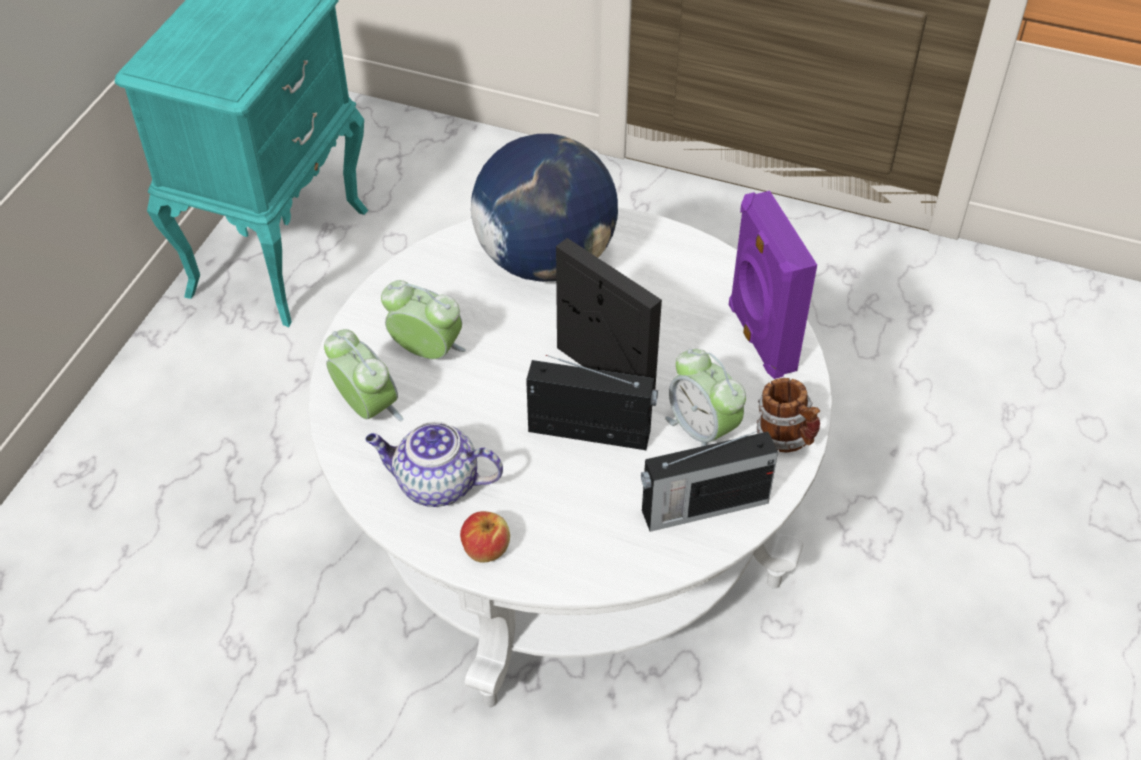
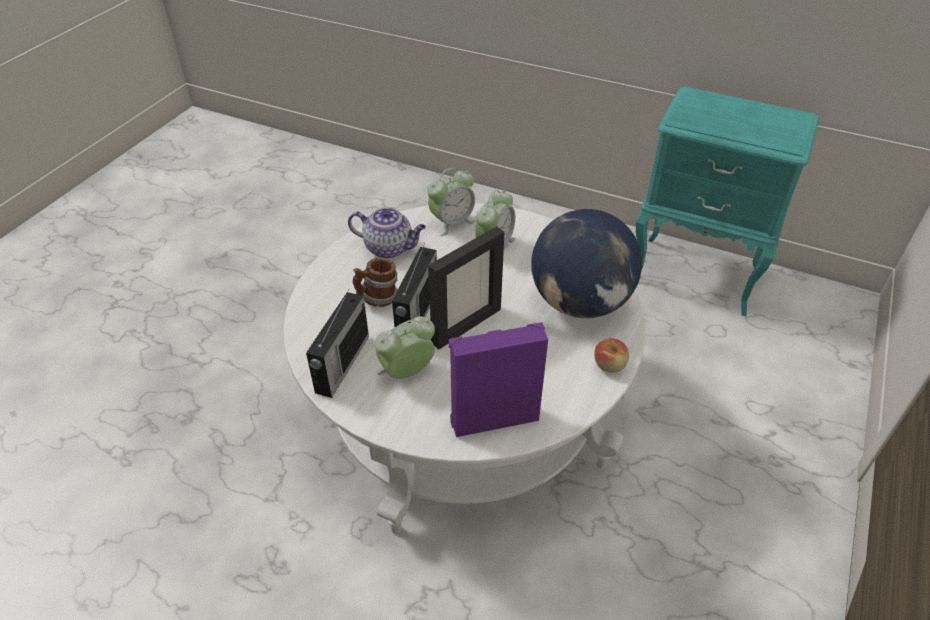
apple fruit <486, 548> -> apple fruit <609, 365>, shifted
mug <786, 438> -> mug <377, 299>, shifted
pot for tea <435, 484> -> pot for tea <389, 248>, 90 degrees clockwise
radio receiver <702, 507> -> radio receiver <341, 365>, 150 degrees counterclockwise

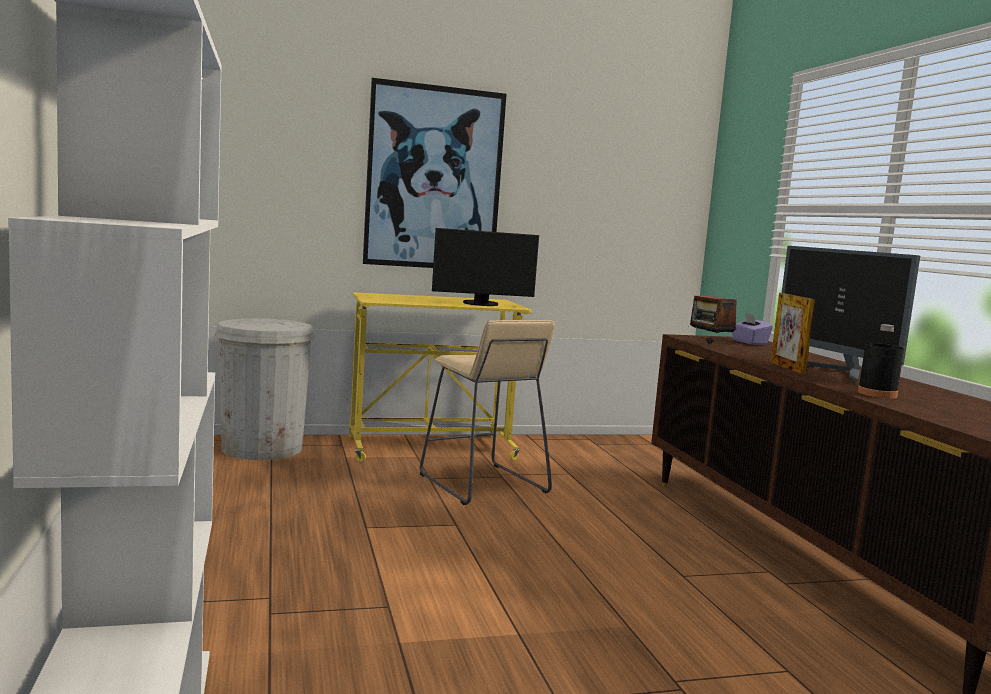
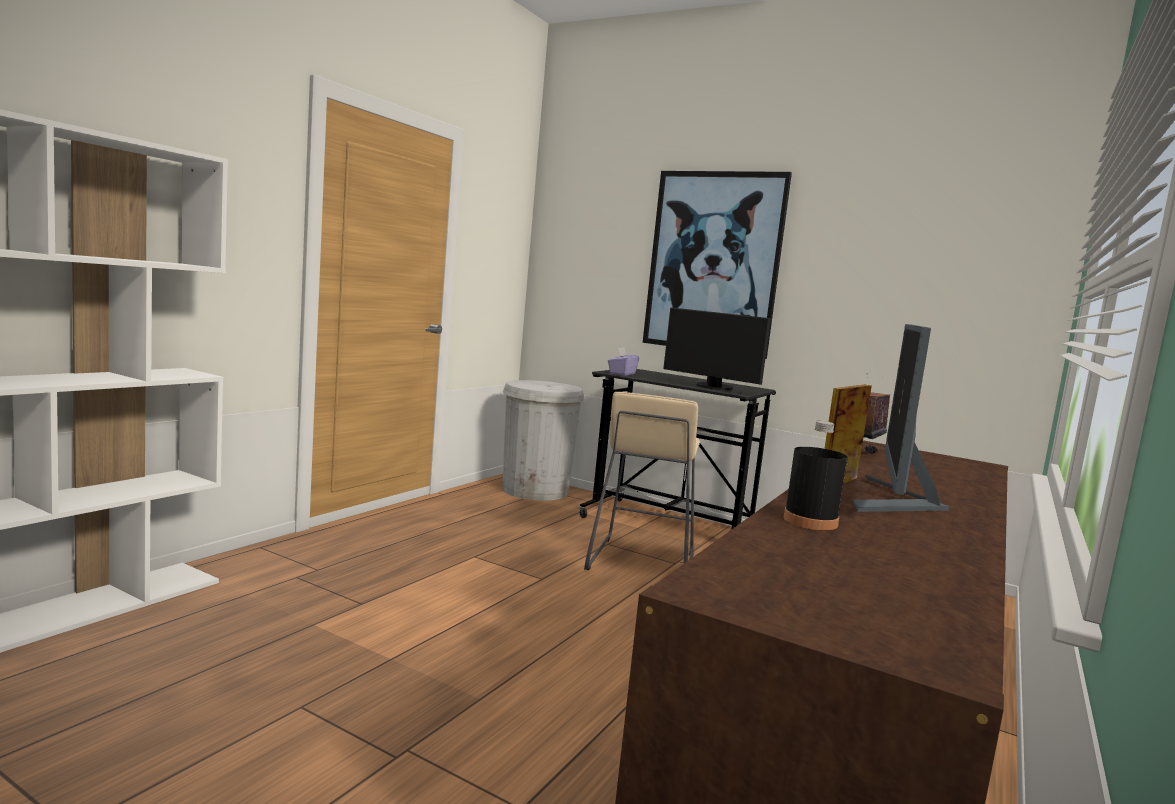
purple tissue box <748, 342> -> purple tissue box <621, 374>, shifted
yellowish desk table <431, 448> -> black desk table <667, 525>

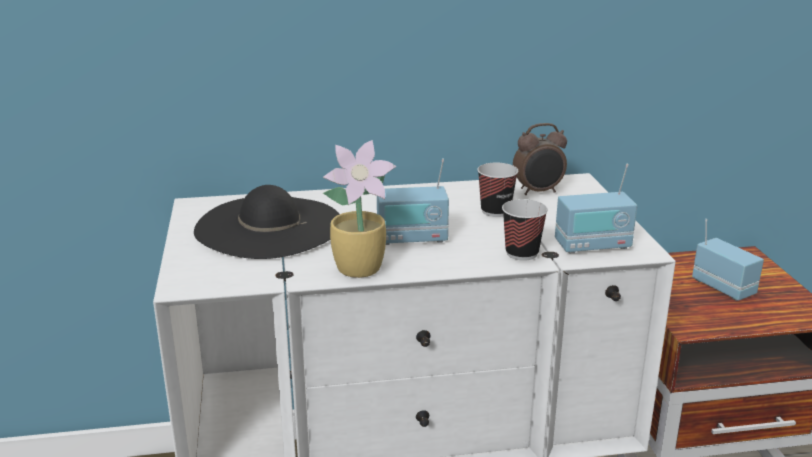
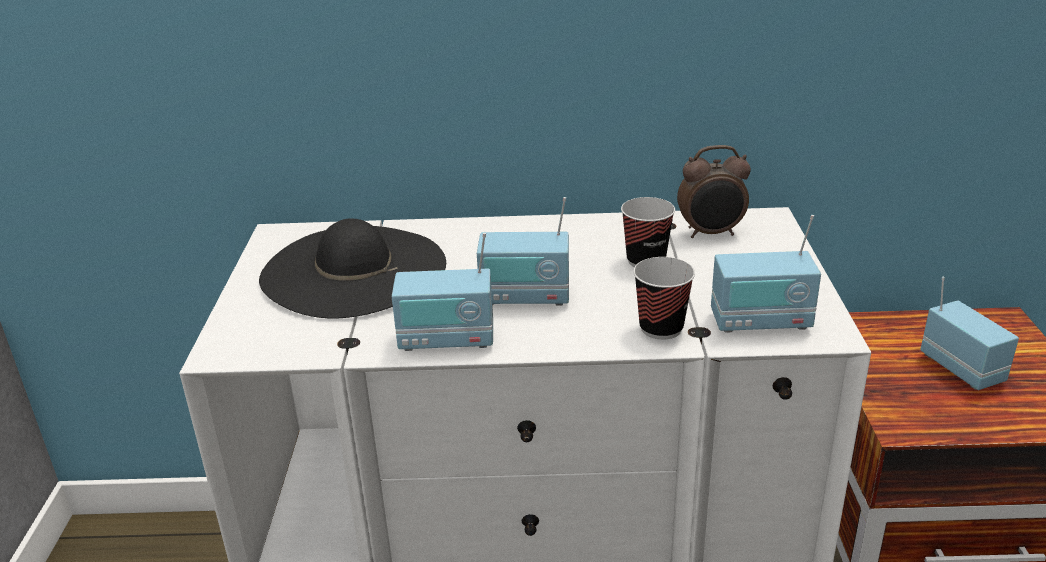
potted plant <361, 269> -> radio receiver <446, 340>

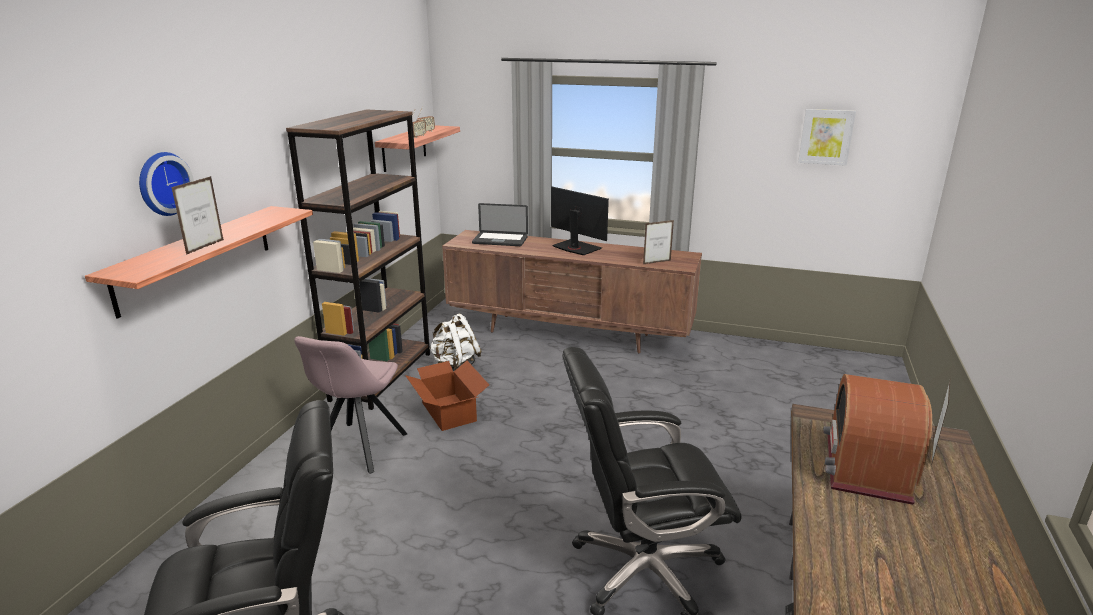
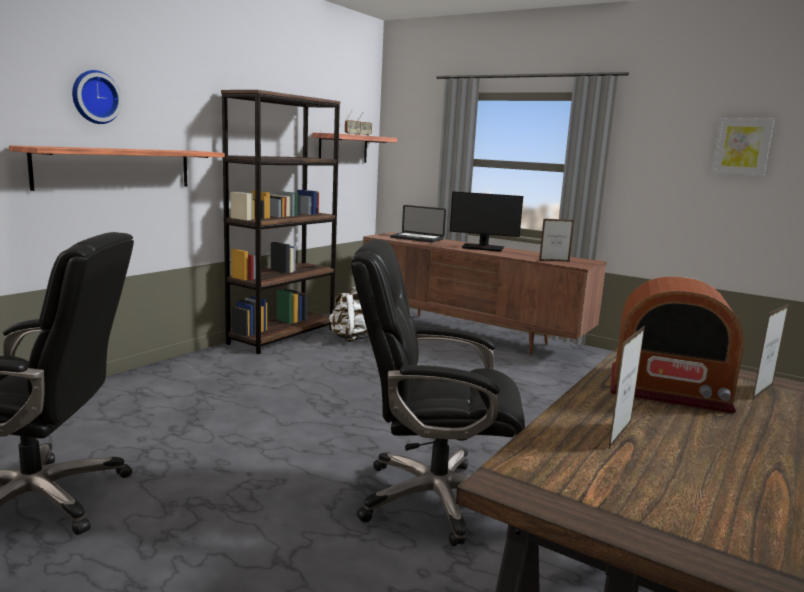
pinkish plain chair <359, 447> -> none
carton <448, 412> -> none
picture frame <205, 247> -> picture frame <620, 435>, shifted
monitor <576, 248> -> monitor <483, 248>, 135 degrees clockwise
radio receiver <865, 467> -> radio receiver <668, 389>, 105 degrees counterclockwise

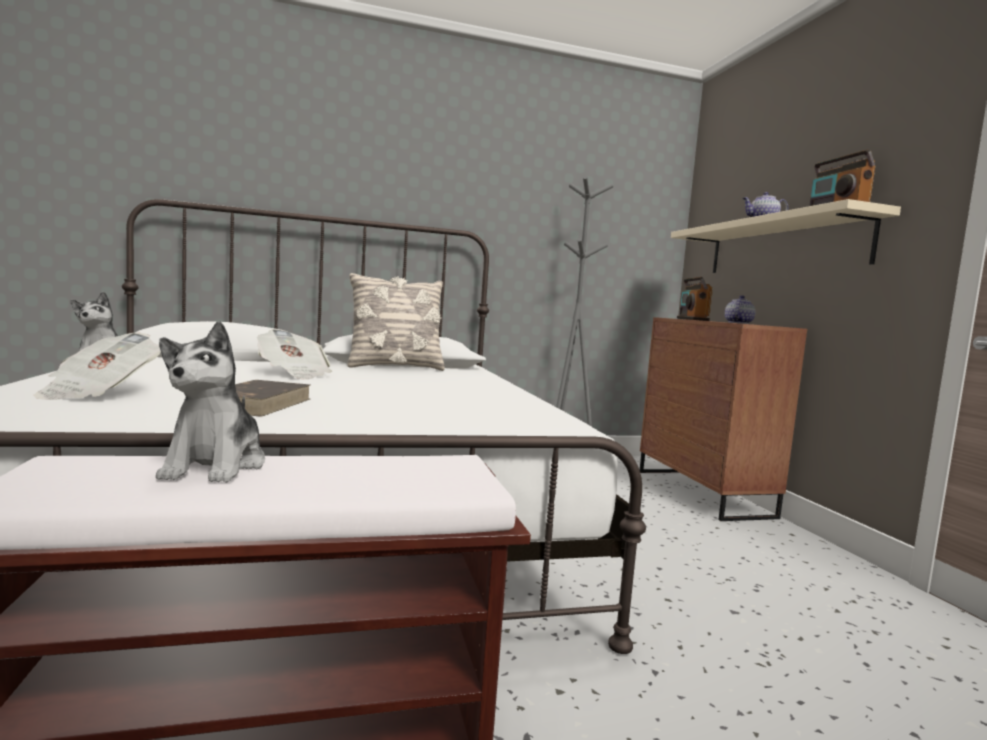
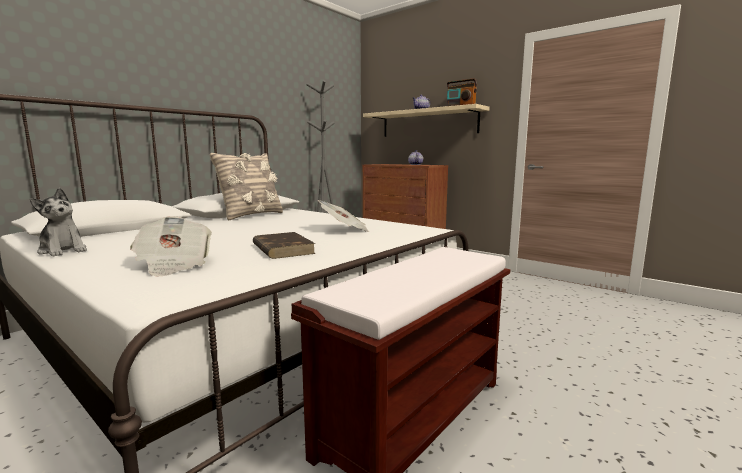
cuddly toy <216, 466> -> none
radio receiver <692, 319> -> none
daily paper <294, 374> -> daily paper <345, 230>, shifted

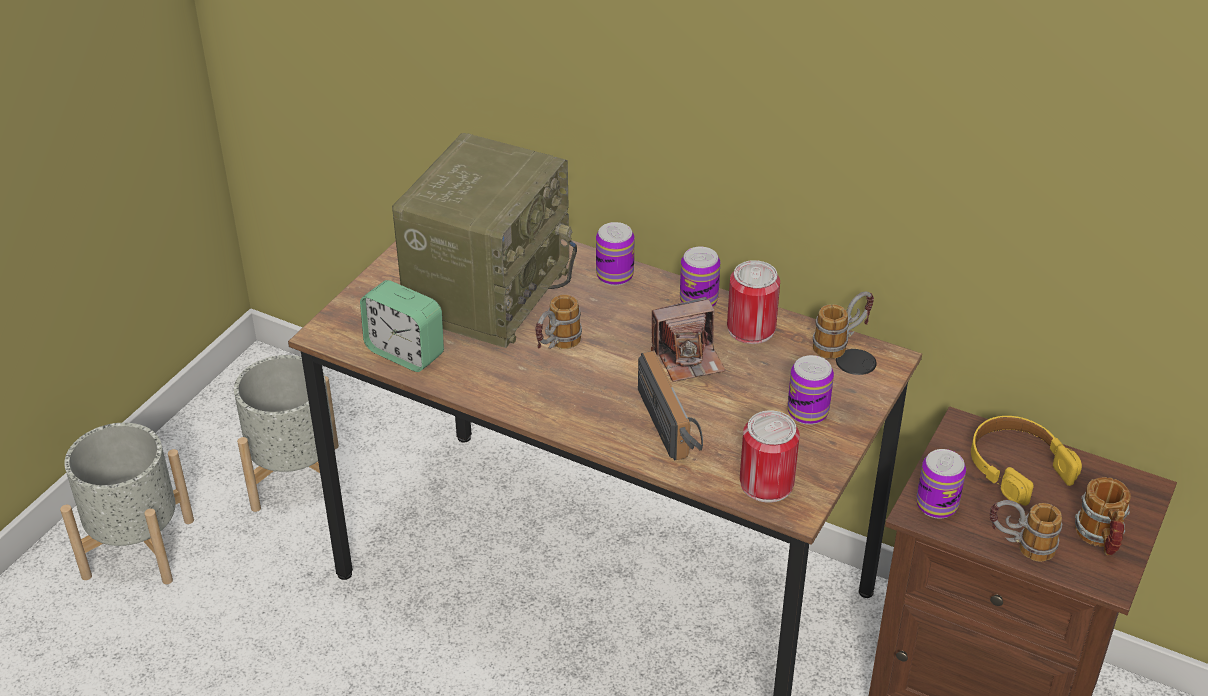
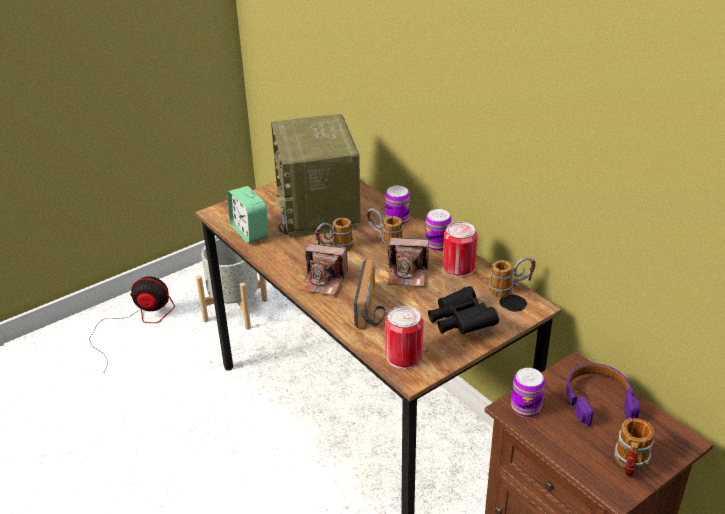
none -> still camera <323, 281>
mug <1019, 547> -> mug <384, 242>, shifted
grey plant pot <138, 548> -> fan <136, 323>
can <807, 412> -> black field glasses <460, 323>
yellowish headset <1017, 466> -> purple headset <598, 400>
radio receiver <488, 291> -> radio receiver <318, 211>, 120 degrees clockwise

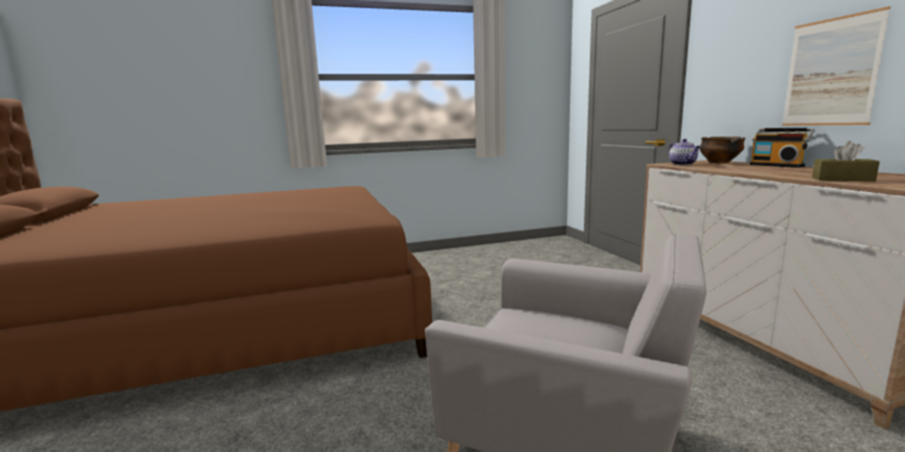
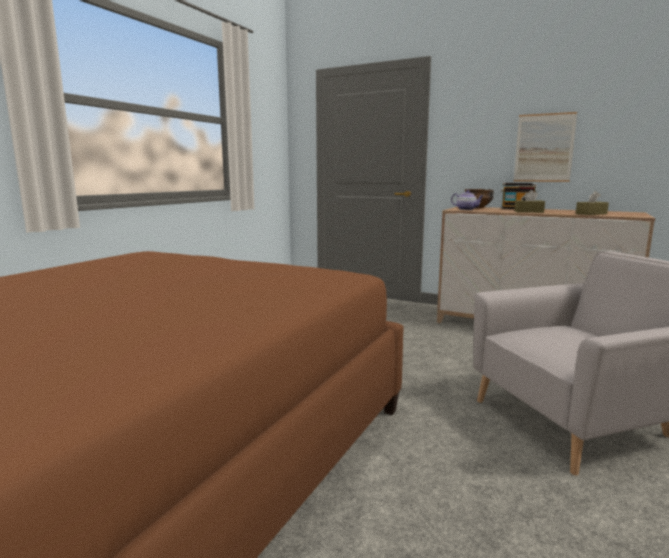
none -> brown tissue box <528, 212>

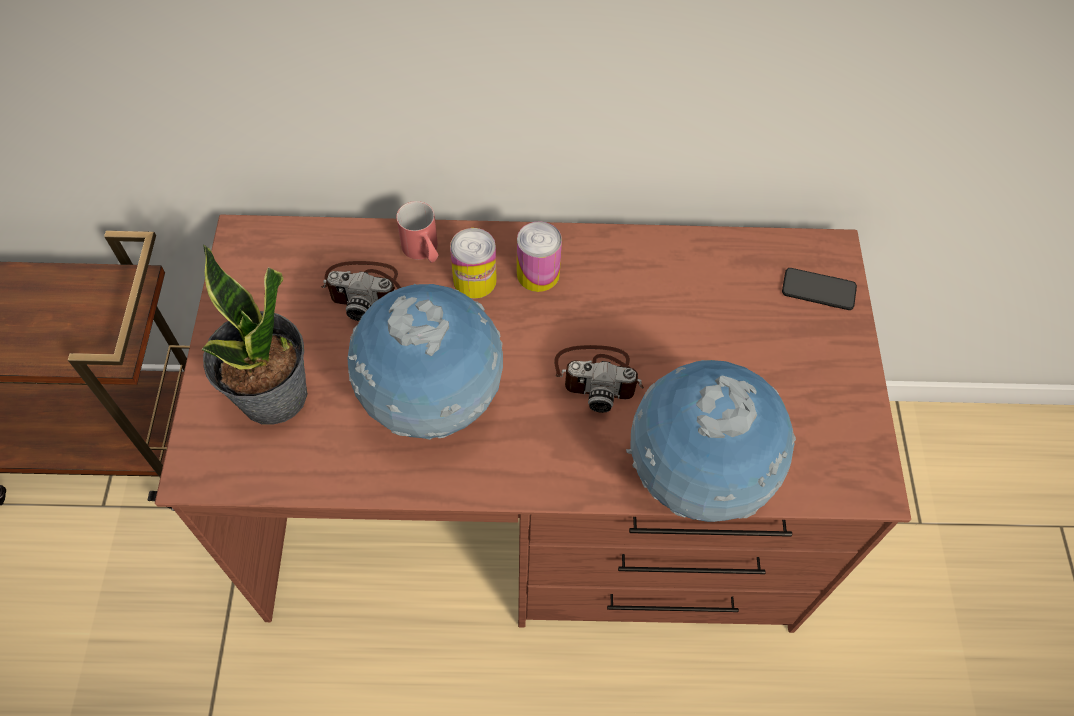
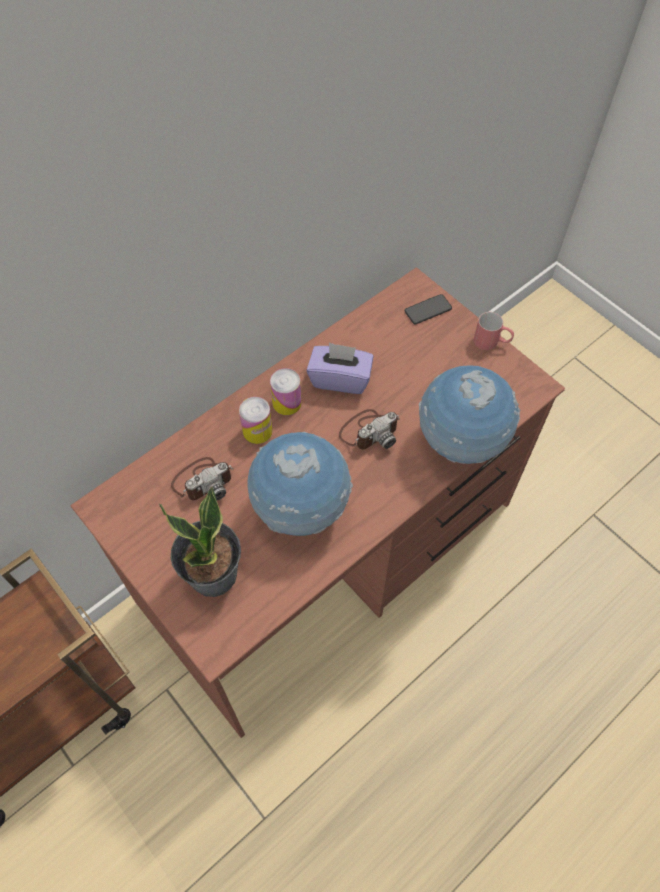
none -> purple tissue box <340, 379>
red mug <423, 252> -> red mug <491, 342>, shifted

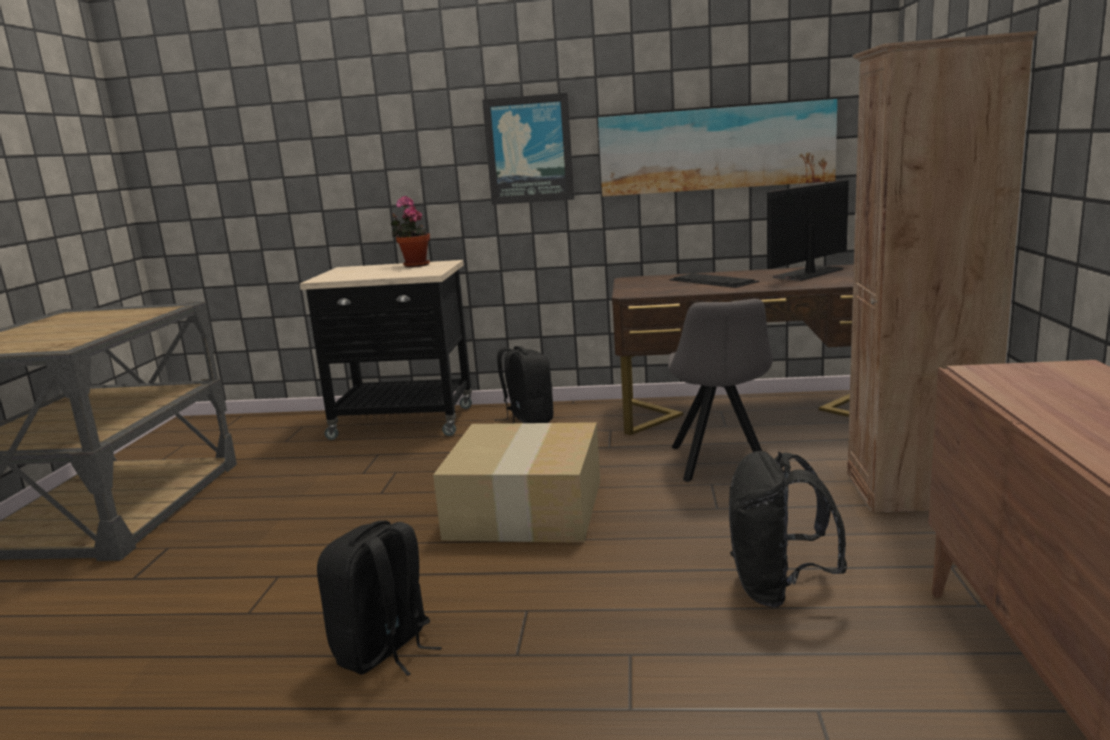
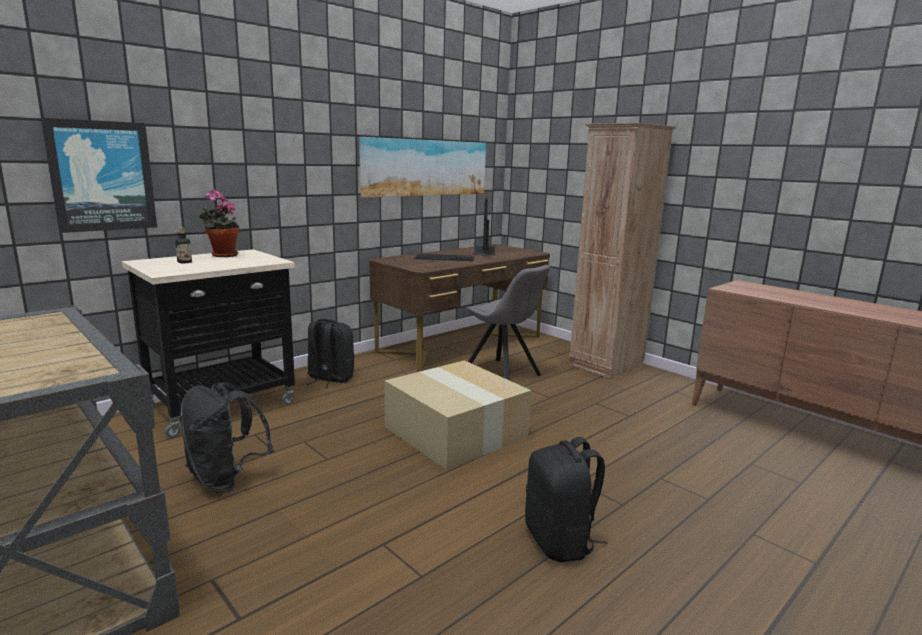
none -> beverage bottle <184, 262>
wall picture <529, 150> -> wall picture <102, 176>, shifted
black backpack <778, 589> -> black backpack <226, 479>, shifted

